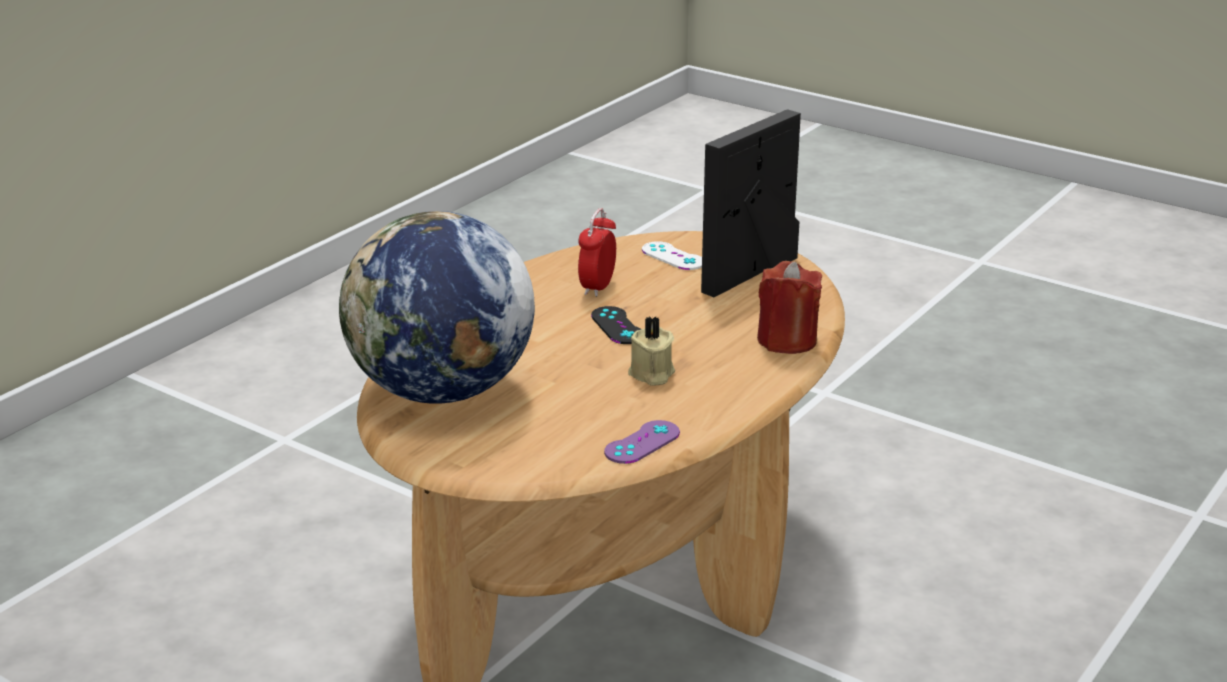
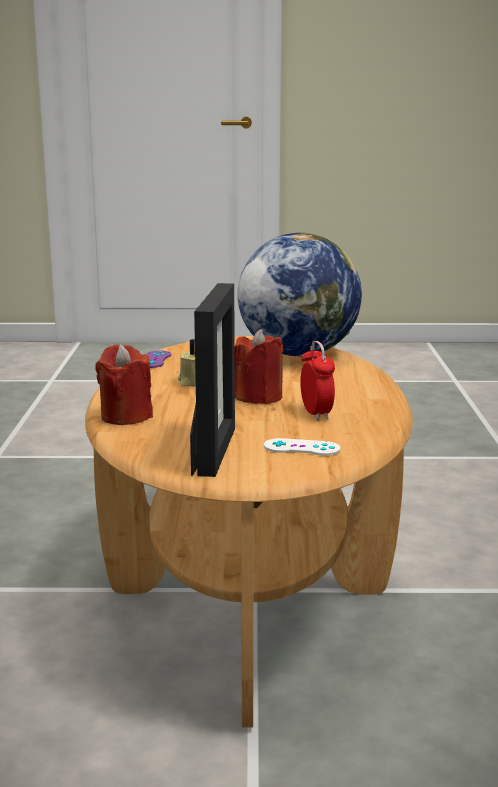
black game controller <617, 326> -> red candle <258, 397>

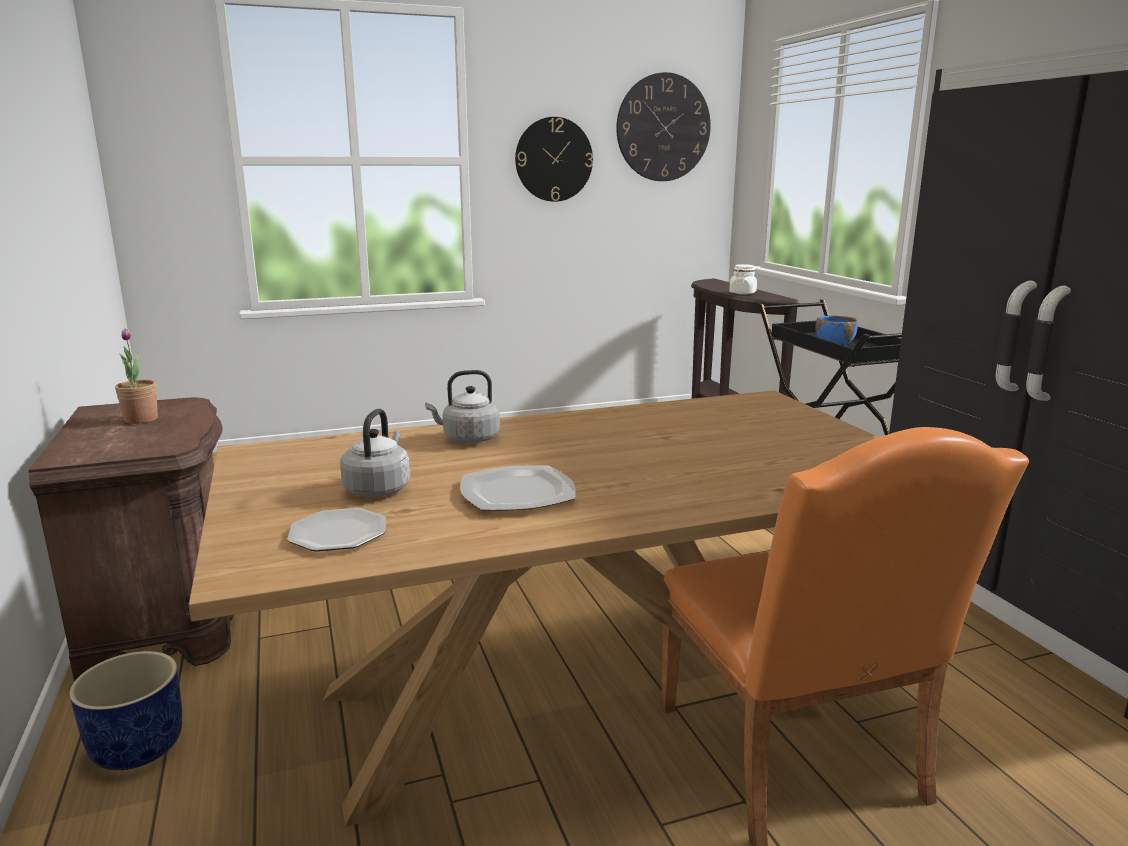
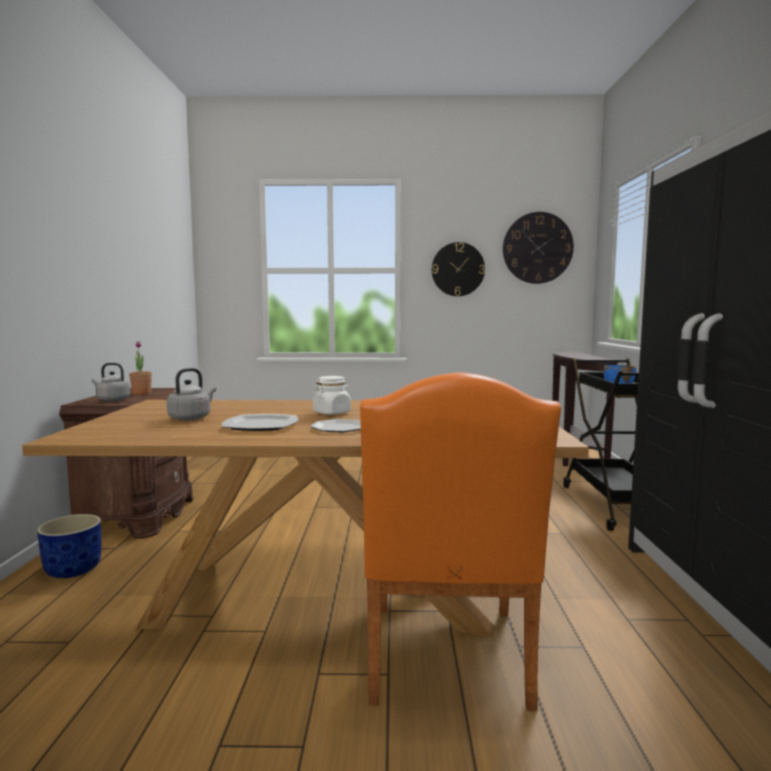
dinner plate <339, 533> -> dinner plate <340, 428>, shifted
grey water kettle <468, 439> -> grey water kettle <111, 400>, shifted
white-coloured preserve jar <742, 293> -> white-coloured preserve jar <332, 412>, shifted

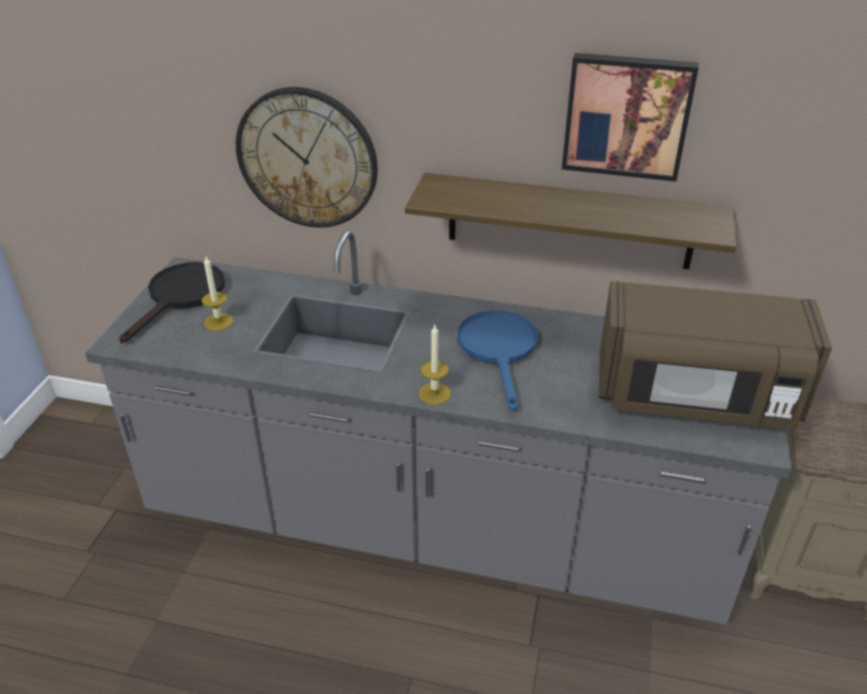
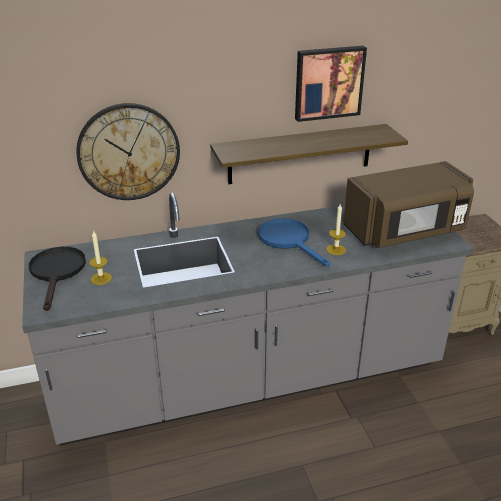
candle <434, 393> -> candle <336, 249>, shifted

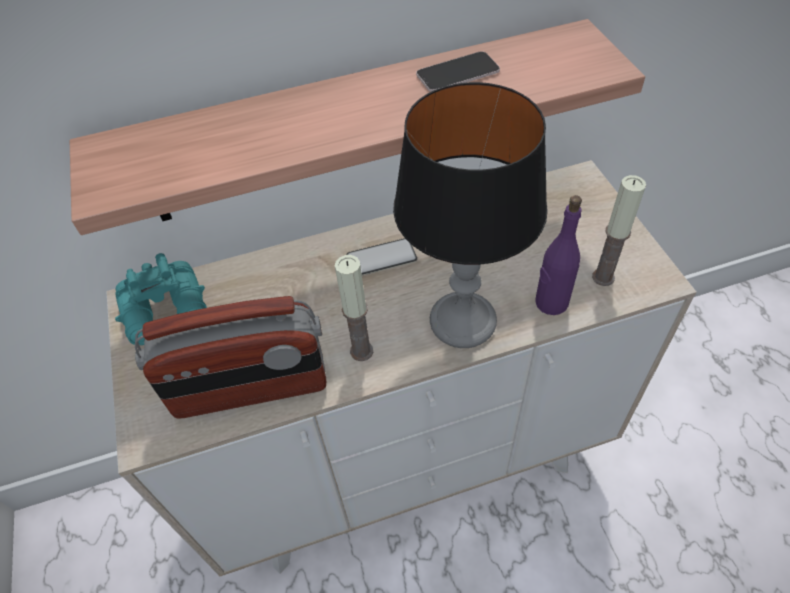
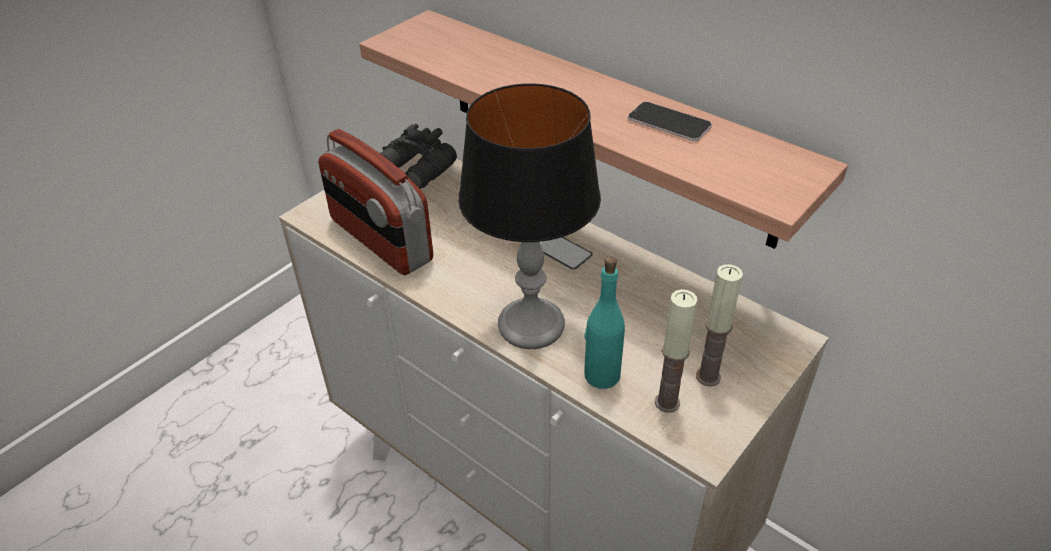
candle <361, 351> -> candle <708, 377>, shifted
turquoise field glasses <168, 311> -> black field glasses <415, 171>
purple beverage bottle <551, 302> -> turquoise beverage bottle <601, 375>

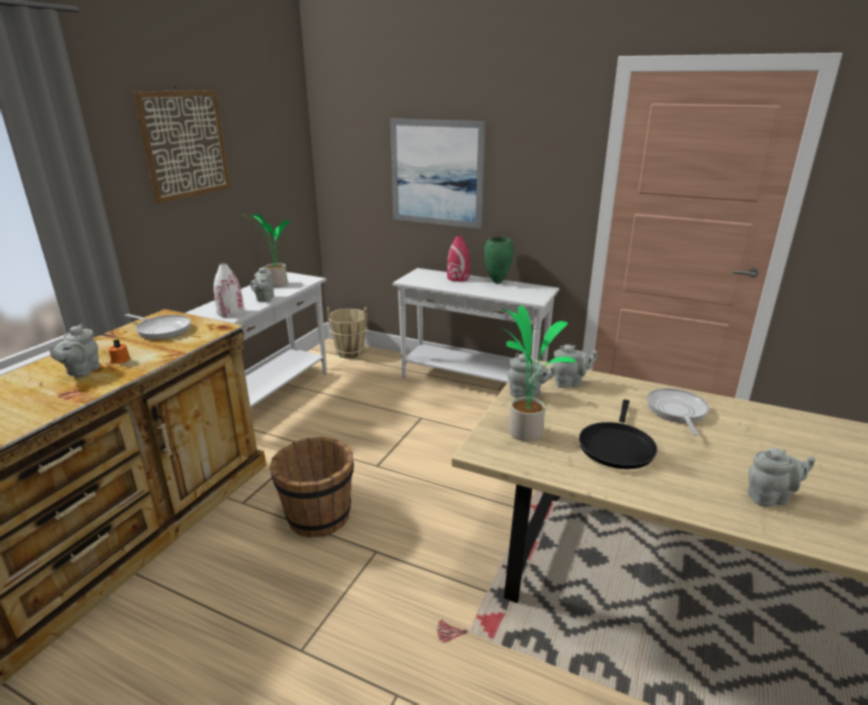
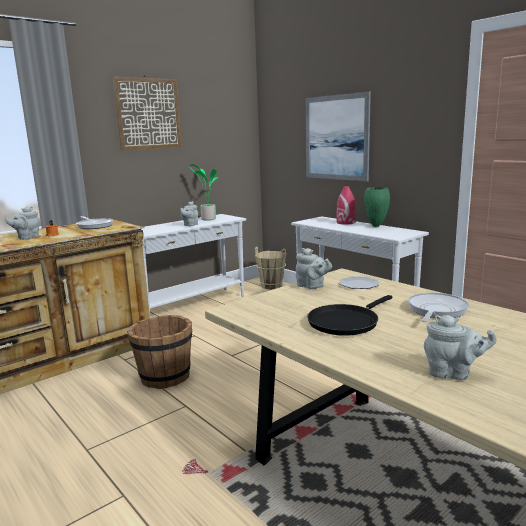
white-coloured flower vase <231, 312> -> none
potted plant <525, 431> -> none
grey pot for tea <570, 383> -> dinner plate <358, 284>

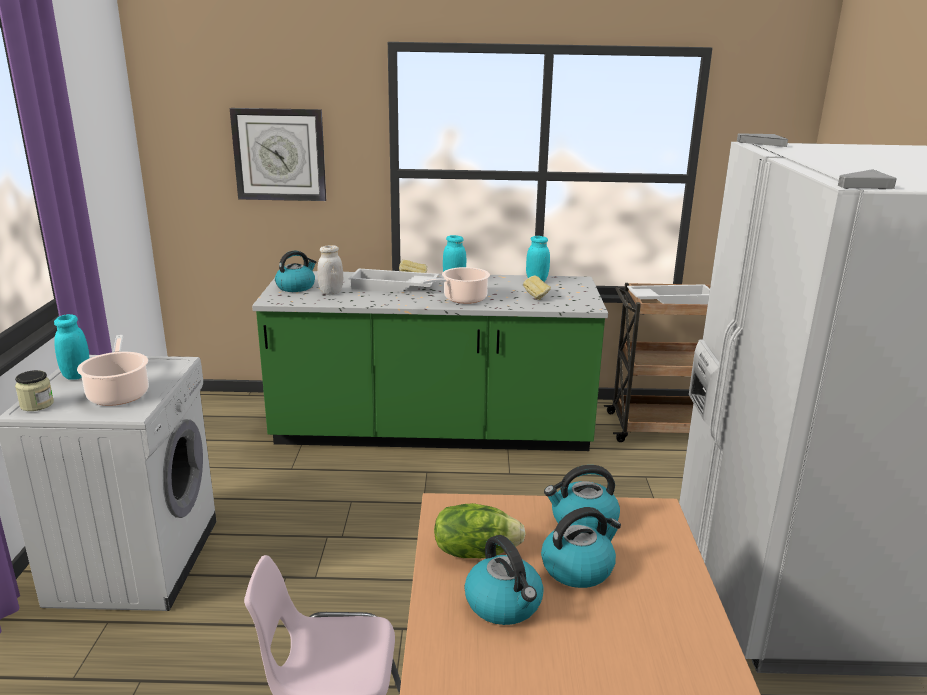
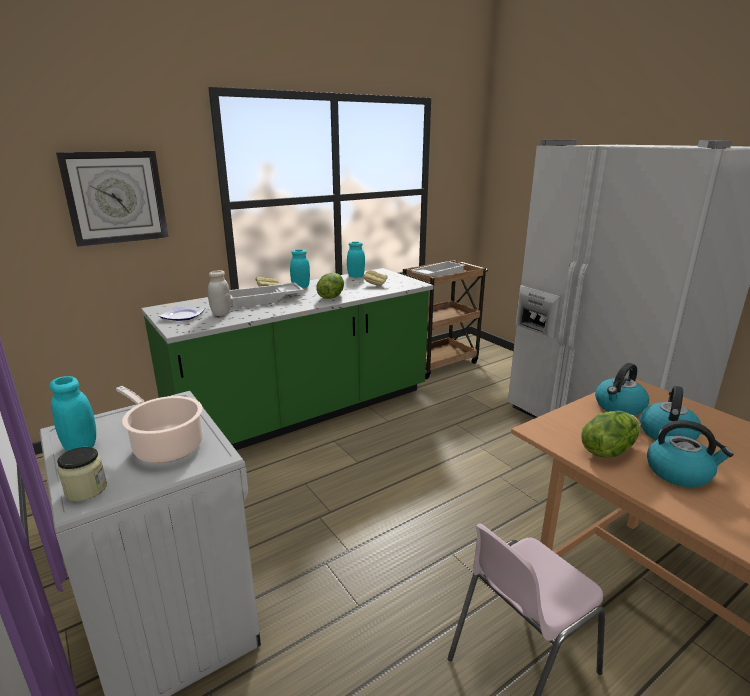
water kettle <296, 287> -> dinner plate <182, 316>
saucepot <462, 299> -> head of lettuce <331, 296>

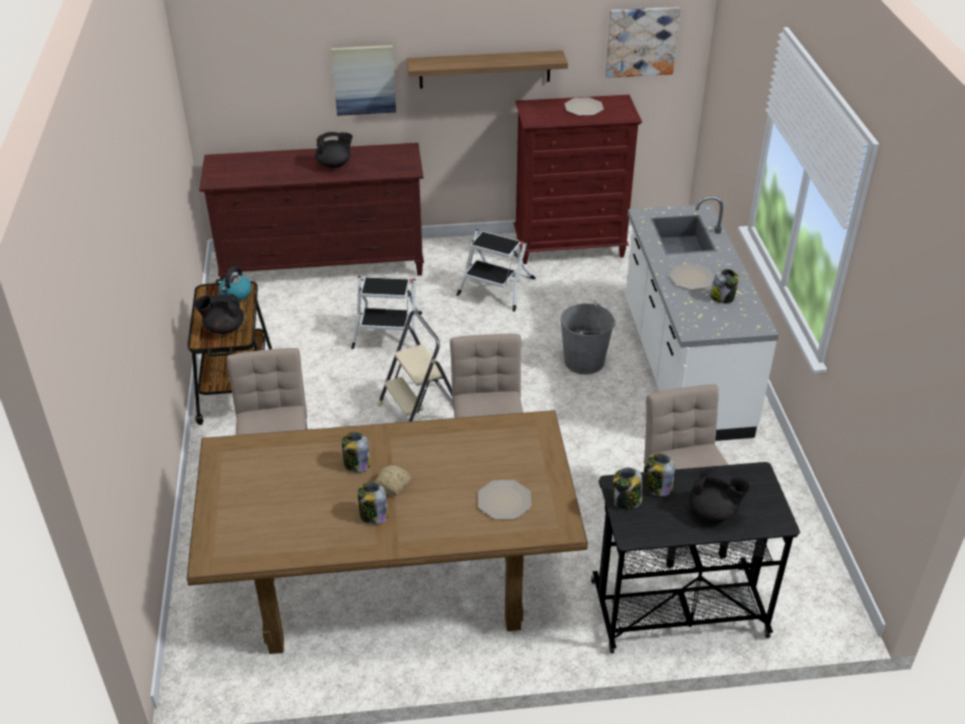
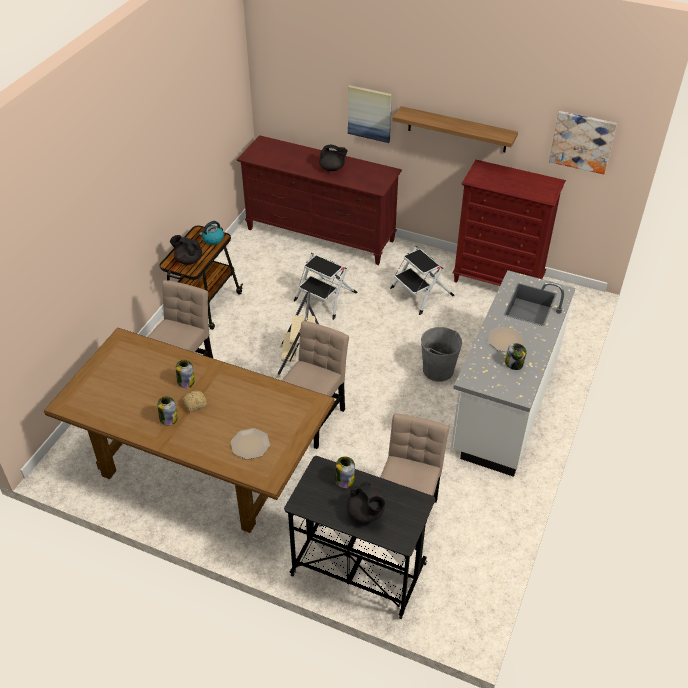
dinner plate <583, 107> -> none
preserve jar <626, 501> -> none

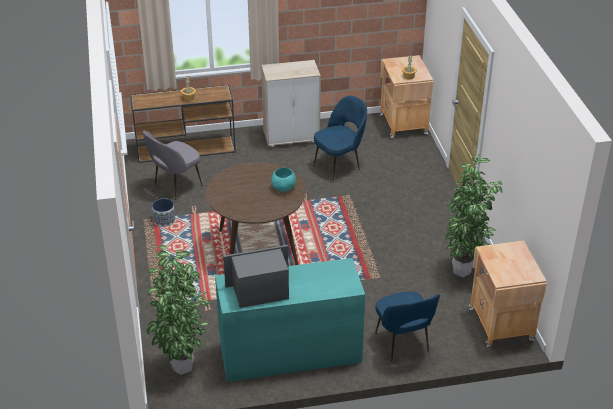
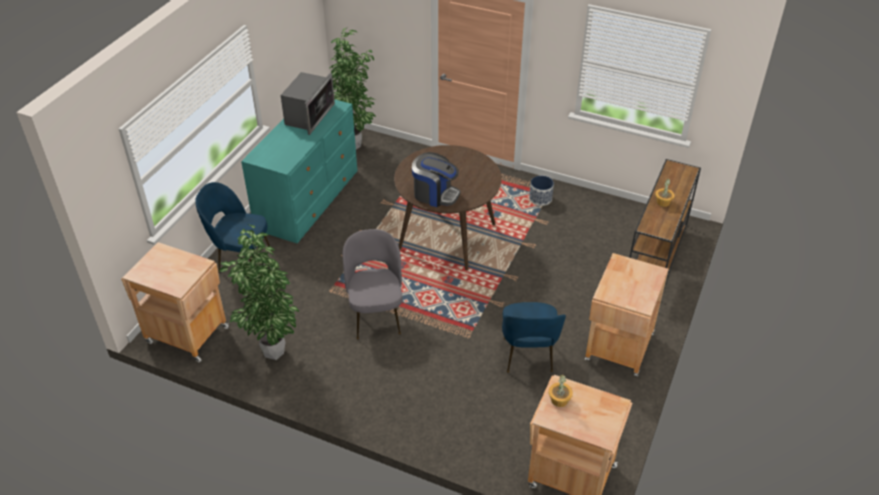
grey plain chair <175, 187> -> grey plain chair <376, 317>, shifted
sand-coloured cupboard <292, 138> -> brown wheeled cart <618, 348>
turquoise bowl <283, 188> -> coffee brewer <435, 194>

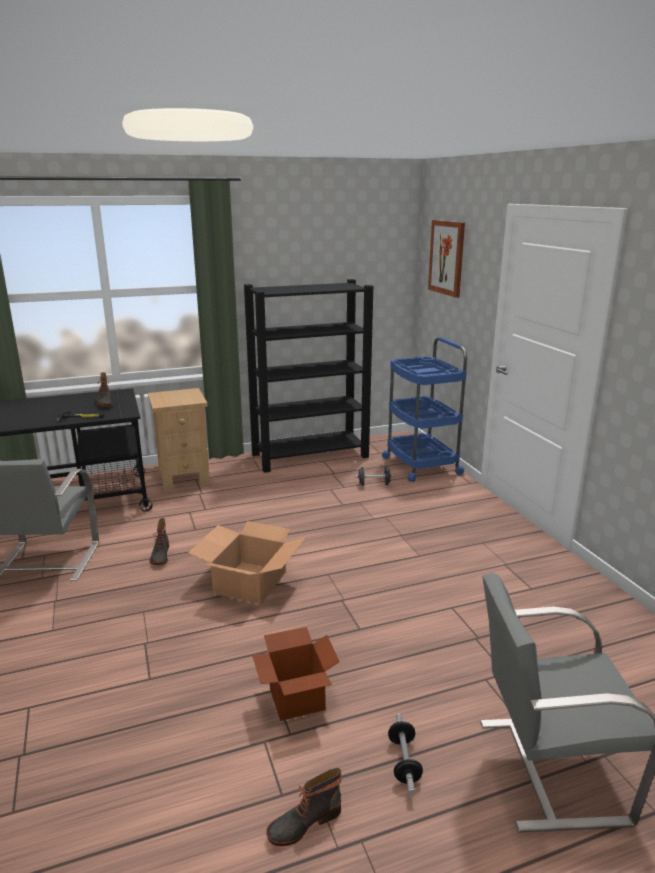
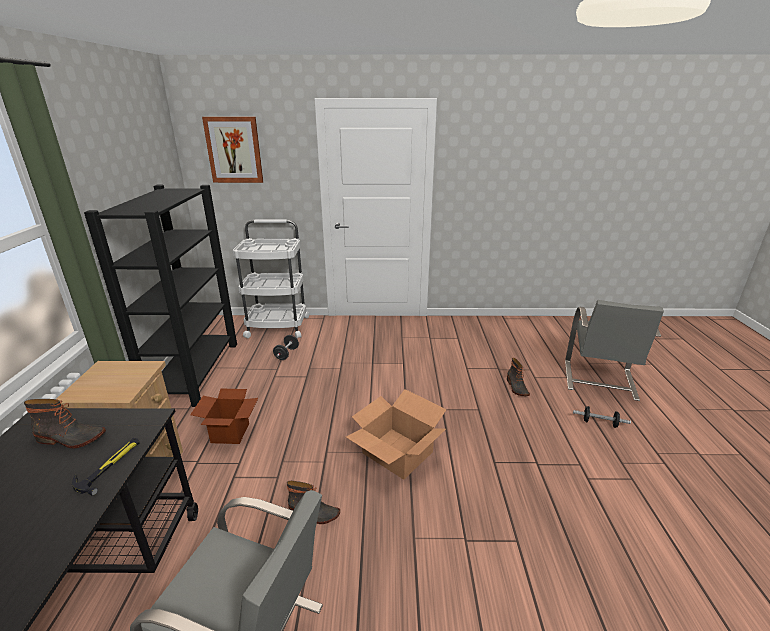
carton <297, 699> -> carton <230, 433>, shifted
tall boot <304, 822> -> tall boot <516, 387>, shifted
blue-coloured wheeled cart <420, 465> -> white-coloured wheeled cart <277, 327>

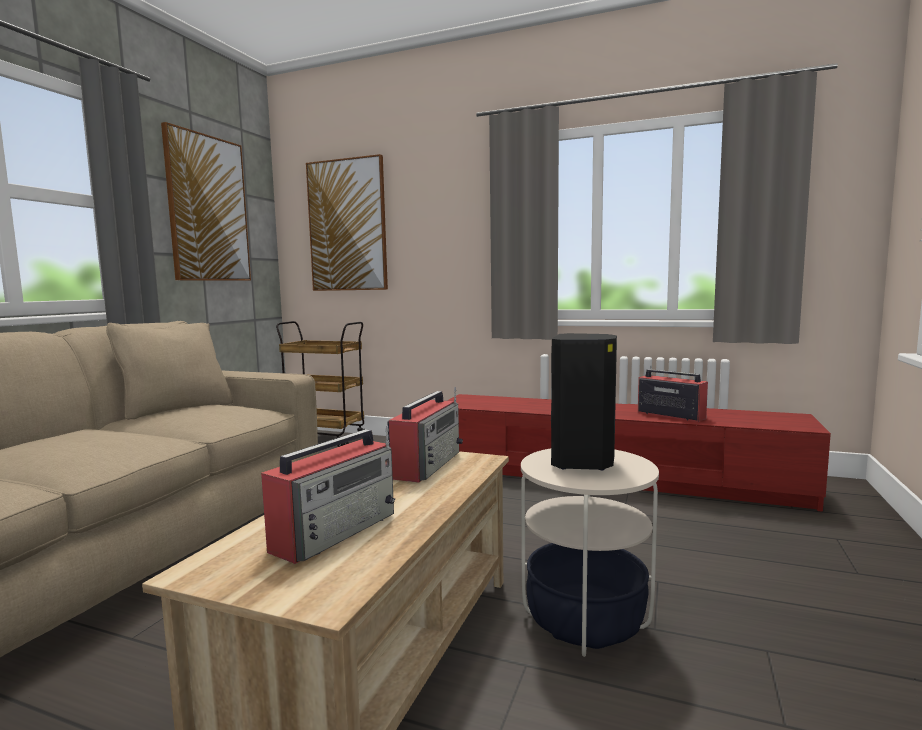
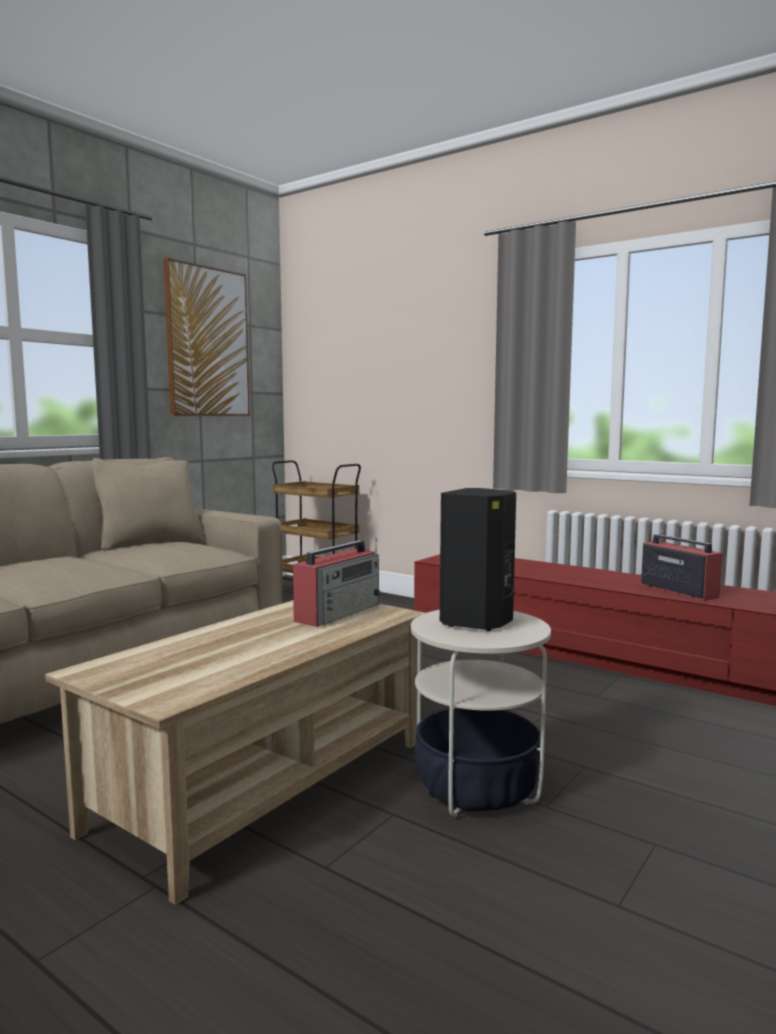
radio receiver <336, 531> -> none
wall picture <347, 225> -> none

